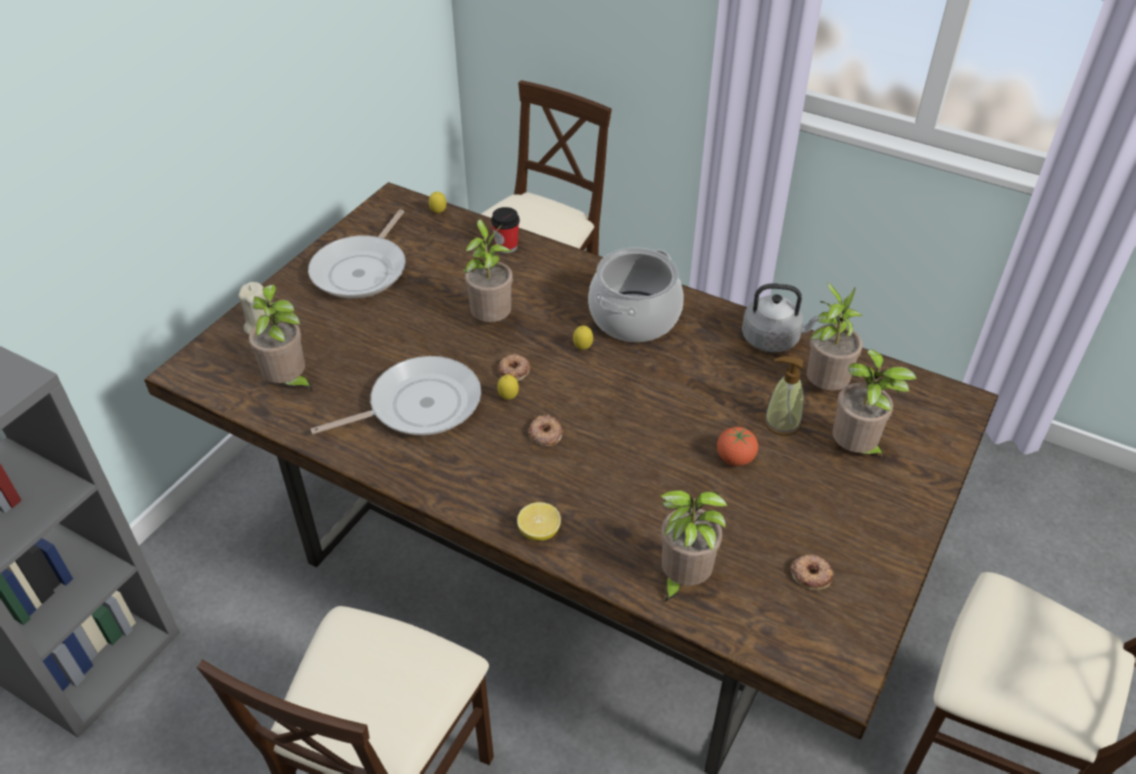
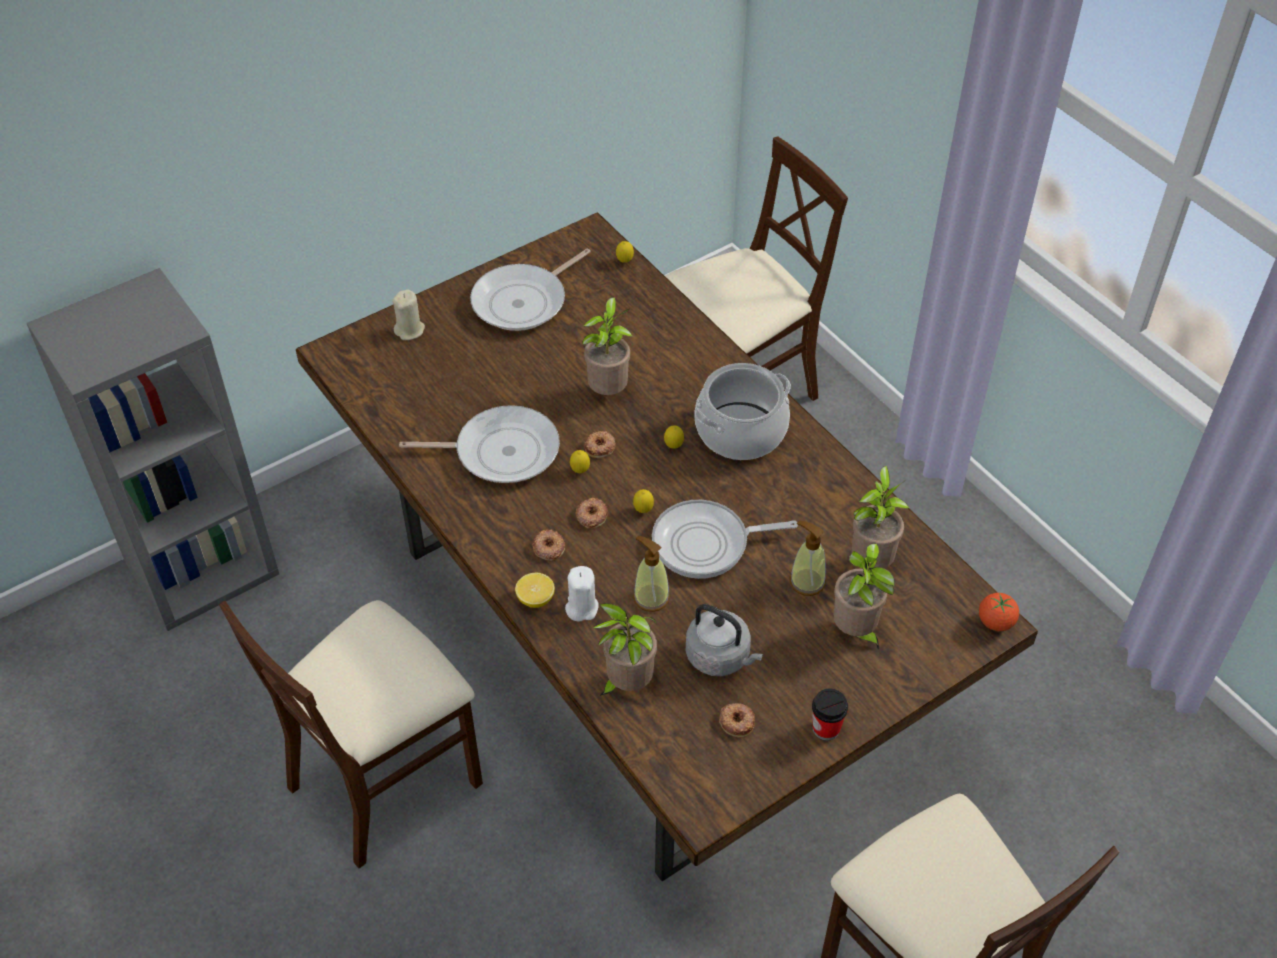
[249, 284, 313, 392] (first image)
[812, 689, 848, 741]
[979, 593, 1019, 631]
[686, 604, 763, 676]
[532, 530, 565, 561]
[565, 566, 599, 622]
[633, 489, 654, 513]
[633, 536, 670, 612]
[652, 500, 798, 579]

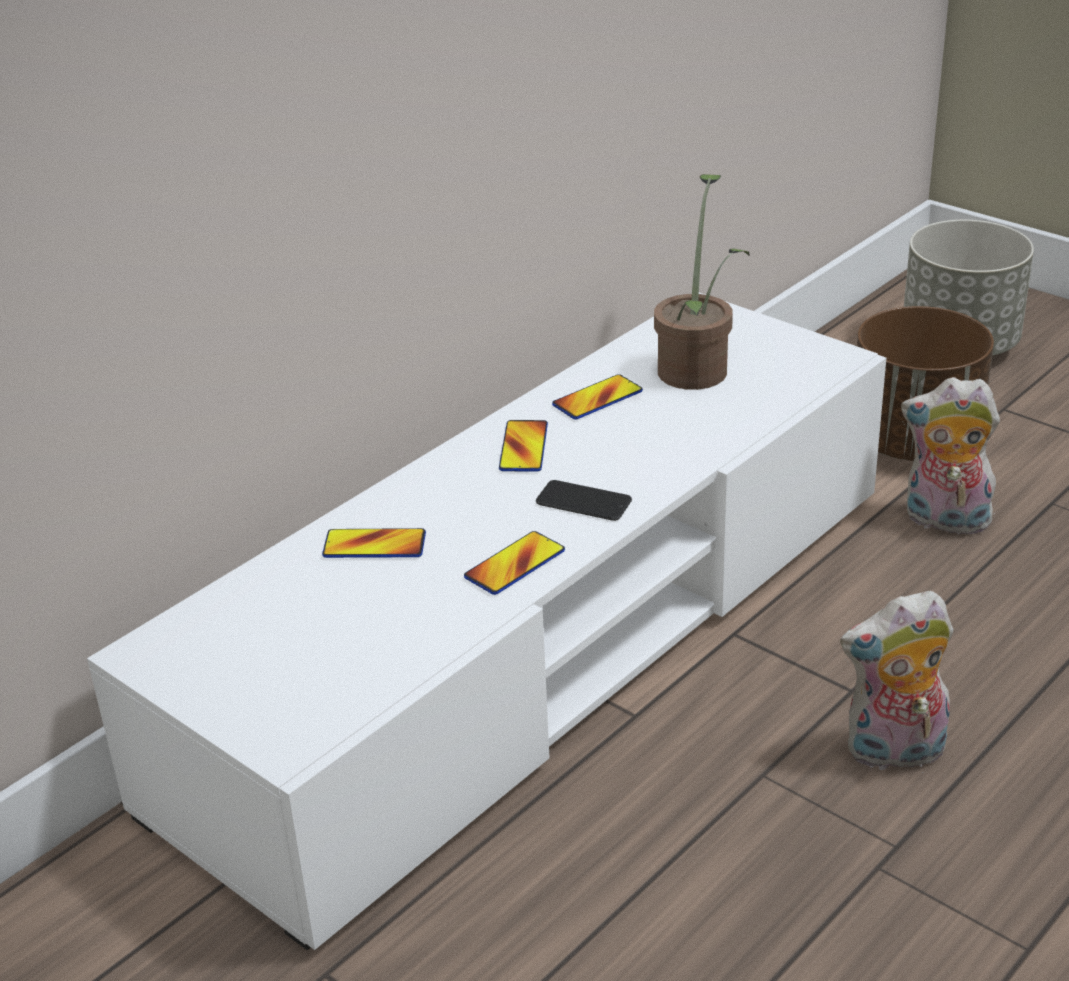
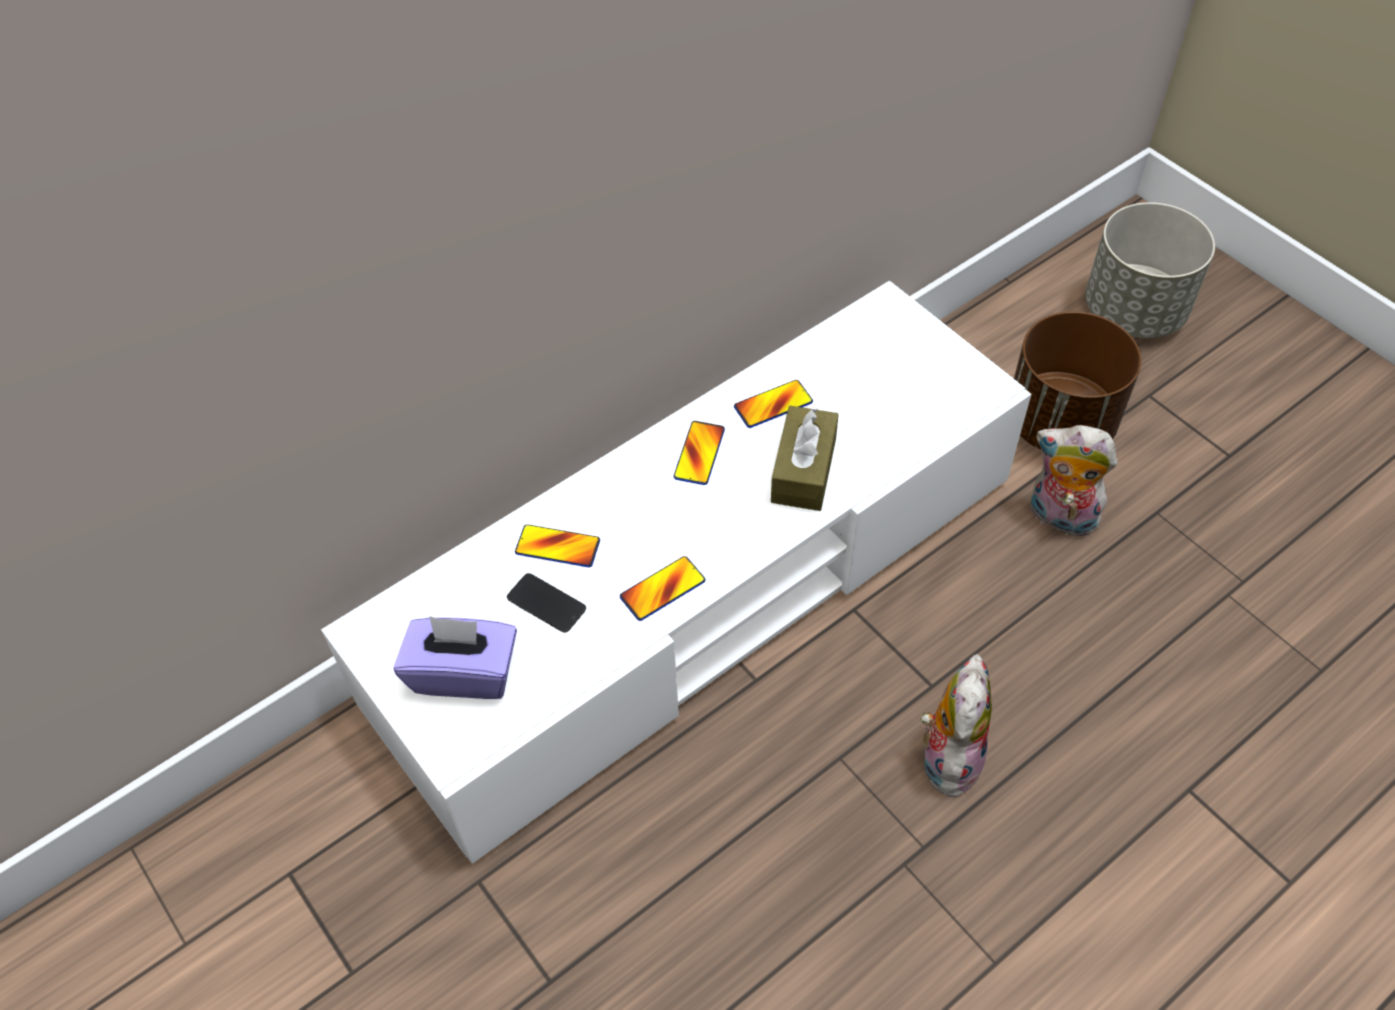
[507, 573, 586, 633]
[654, 174, 749, 390] (first image)
[920, 654, 992, 799]
[393, 616, 517, 699]
[771, 406, 839, 511]

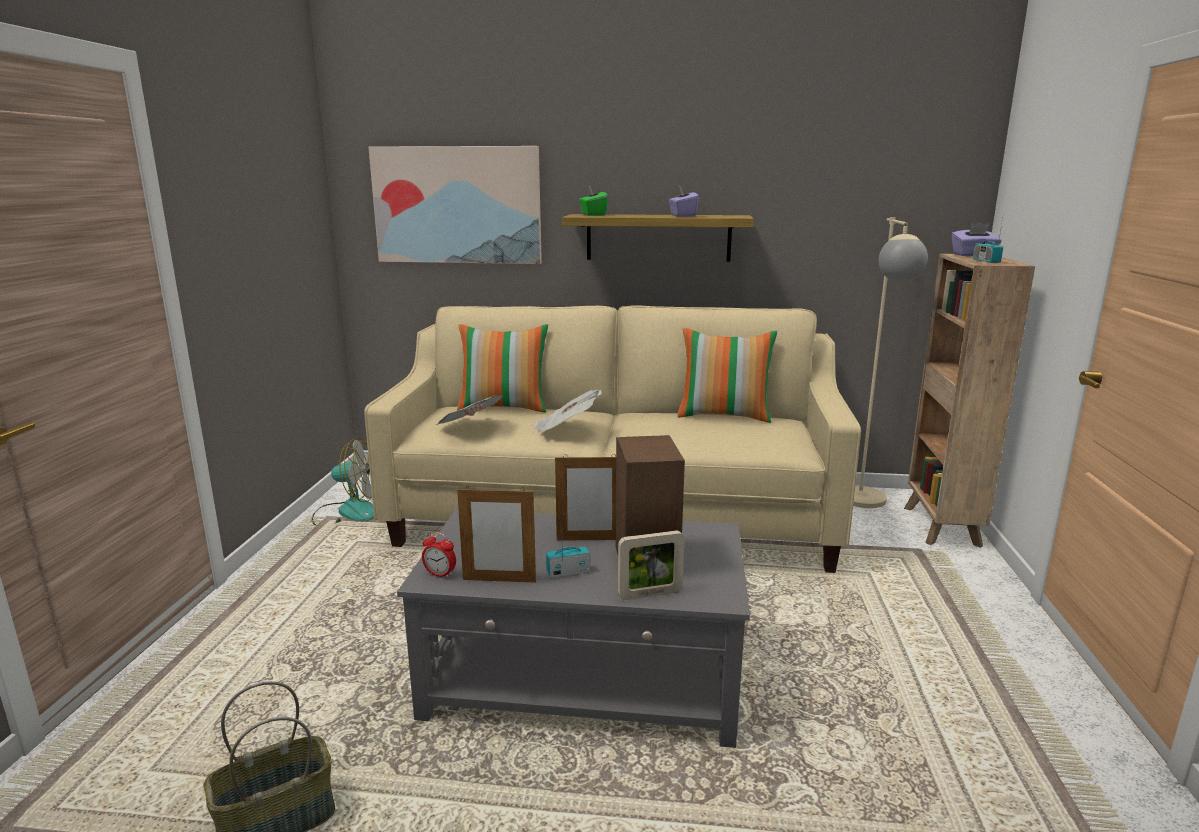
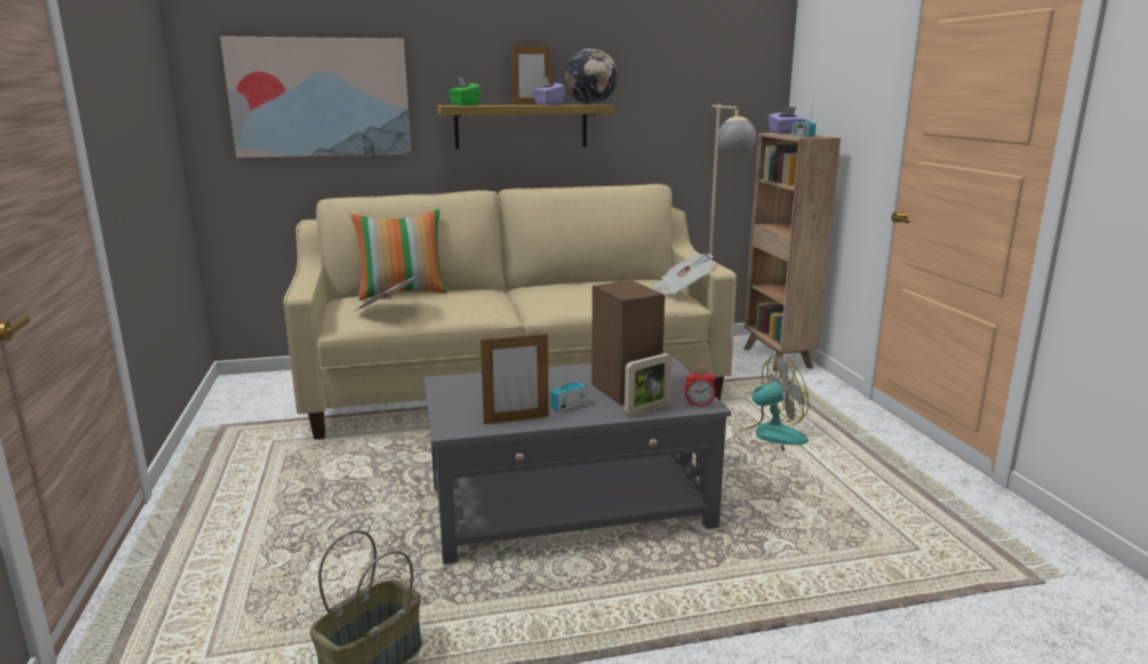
[733, 355, 809, 455]
[685, 367, 716, 406]
[651, 254, 714, 294]
[511, 46, 551, 105]
[677, 328, 777, 423] (first image)
[564, 48, 618, 105]

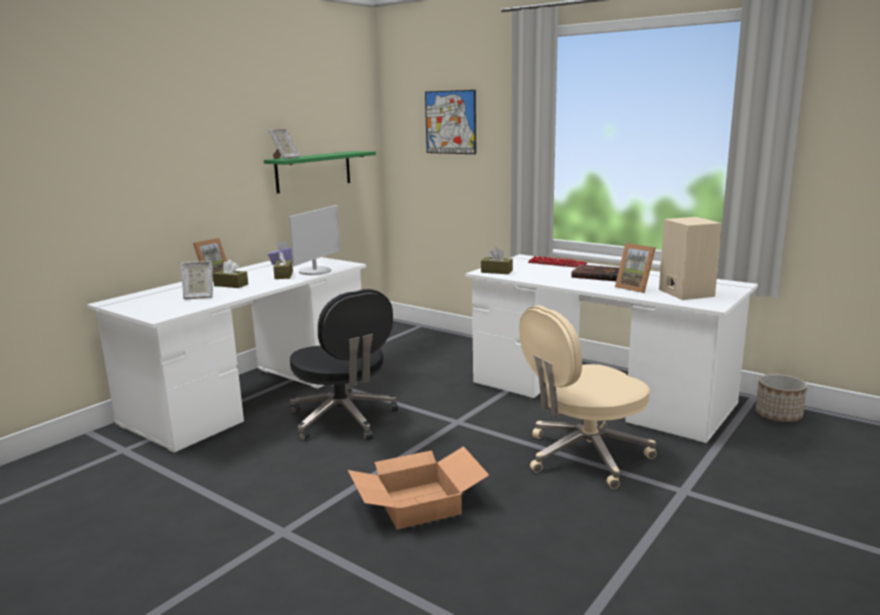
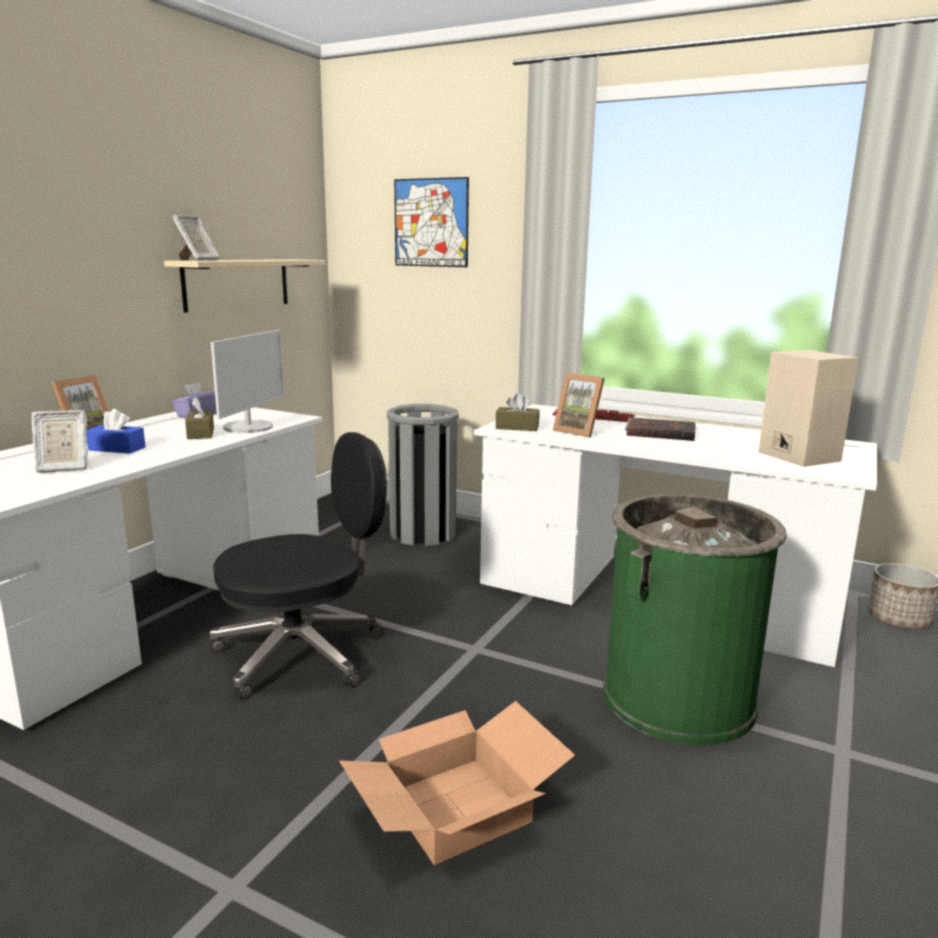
[87, 409, 145, 454]
[164, 259, 325, 313]
[209, 432, 387, 700]
[603, 494, 787, 746]
[553, 373, 605, 437]
[387, 404, 459, 546]

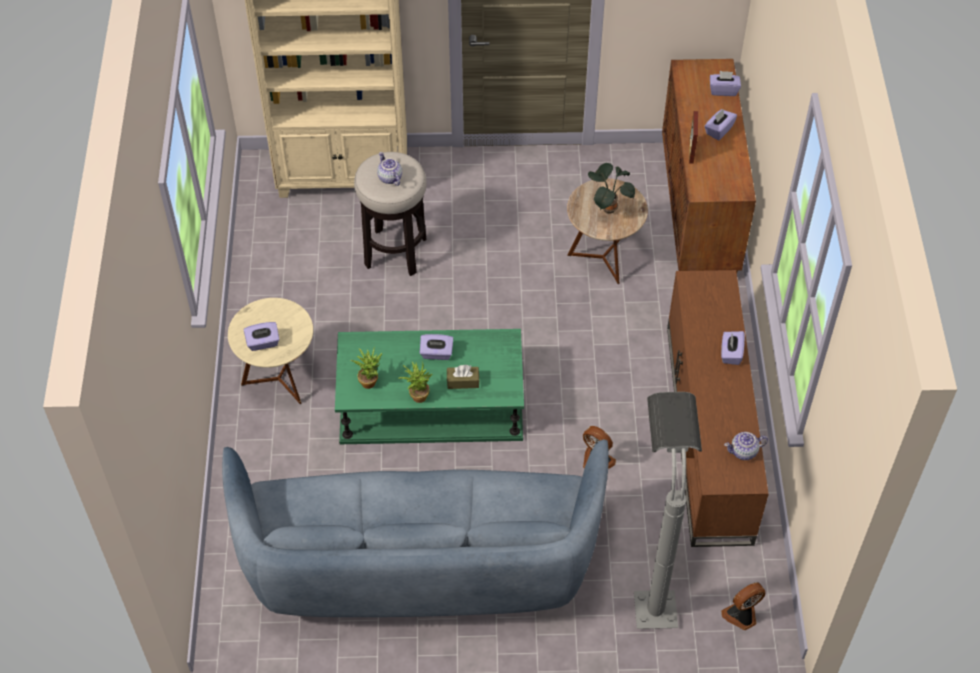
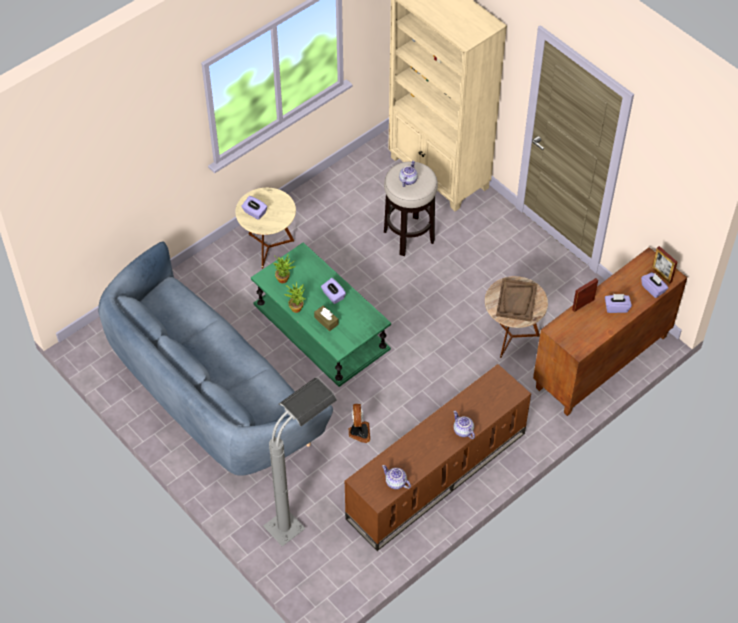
[496, 278, 538, 322]
[454, 411, 475, 439]
[721, 582, 765, 630] (first image)
[652, 246, 677, 283]

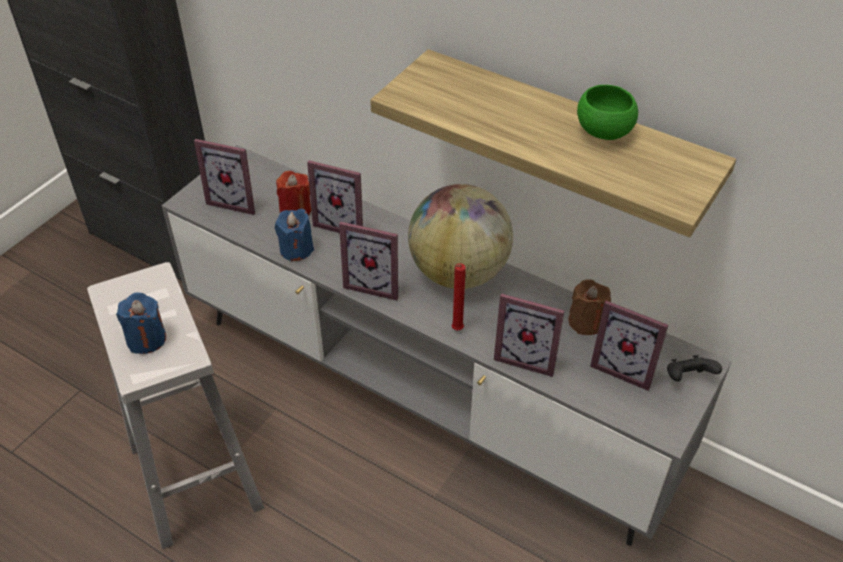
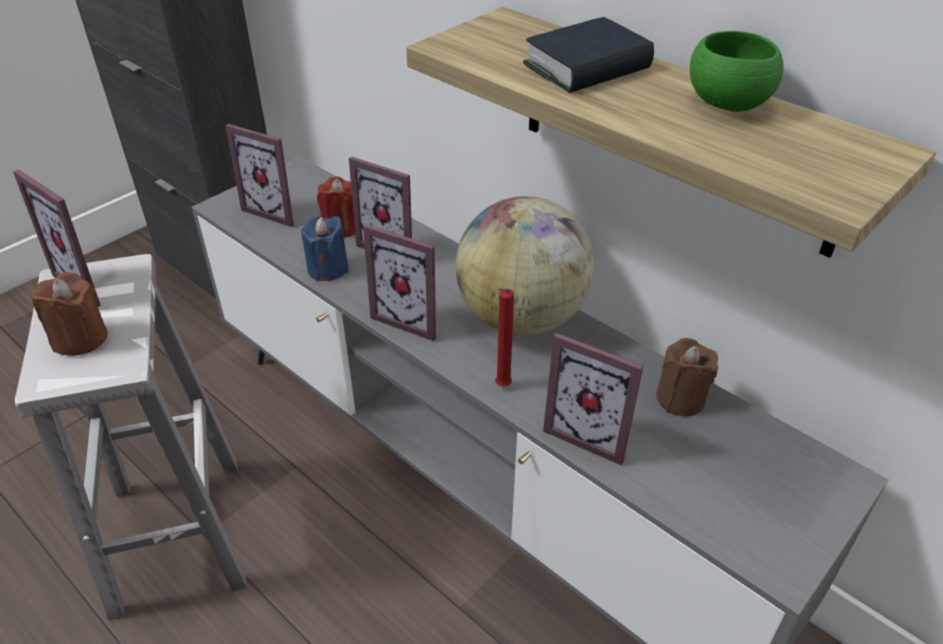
[31, 272, 108, 356]
[13, 169, 112, 307]
[667, 355, 722, 382] (first image)
[523, 17, 654, 93]

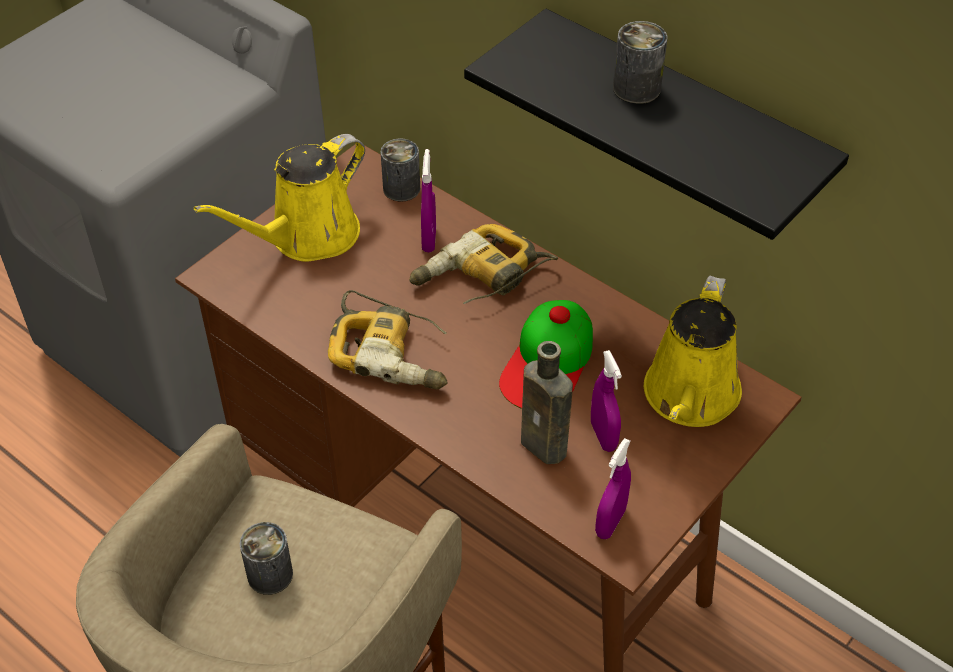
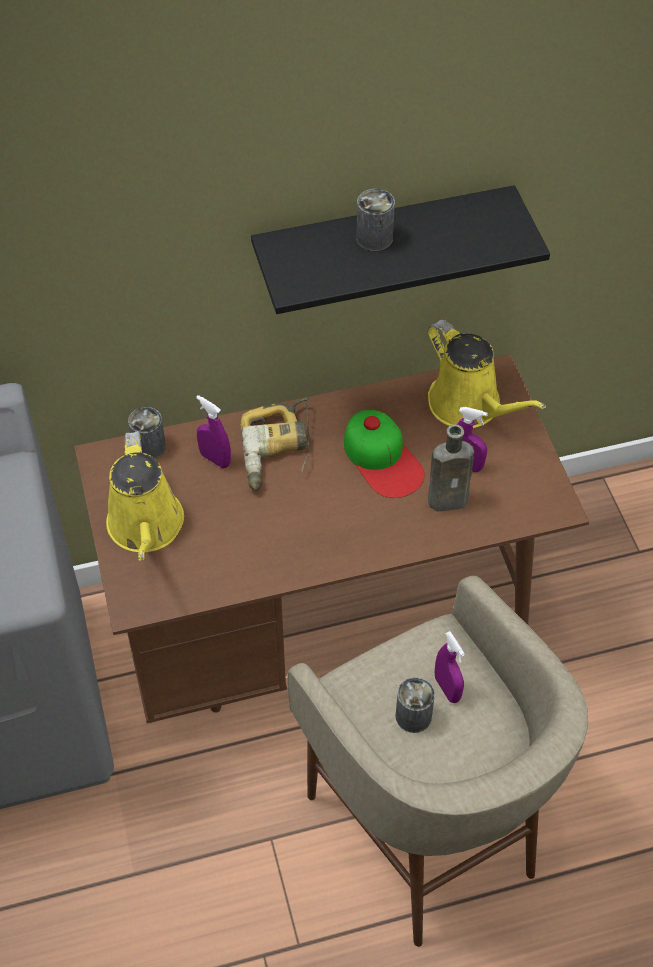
[328, 290, 447, 389] (first image)
[435, 631, 465, 703]

